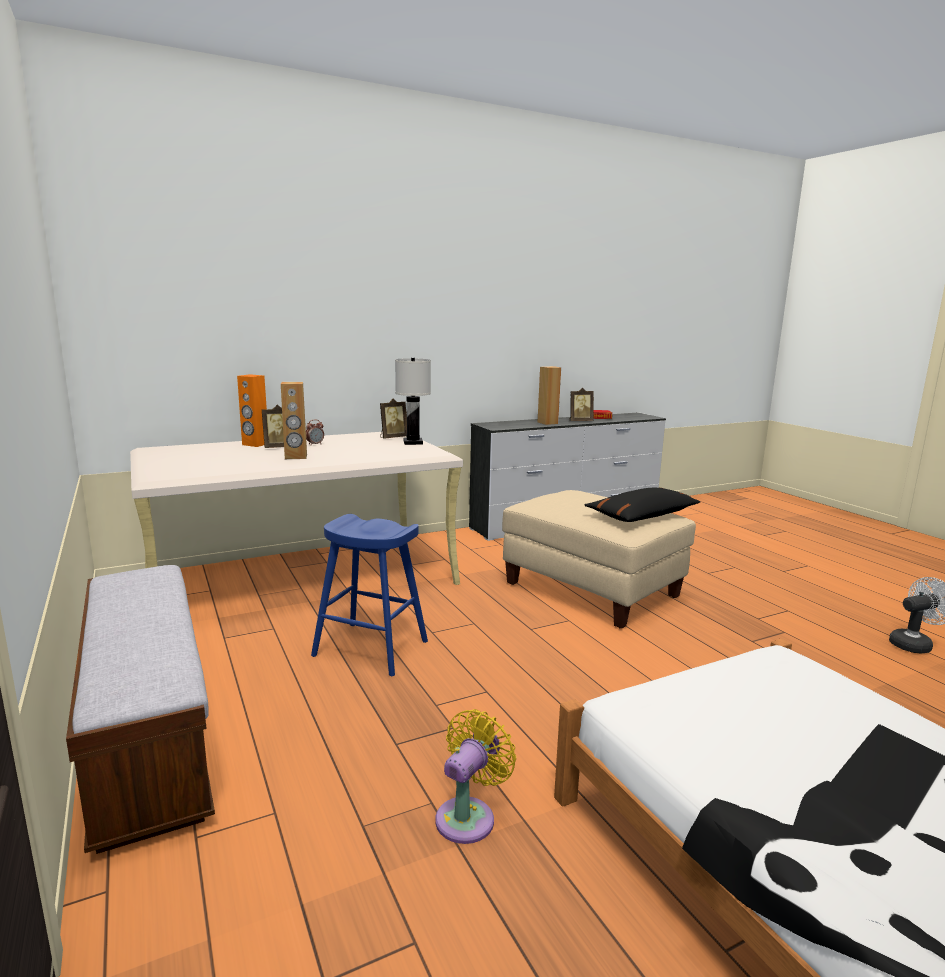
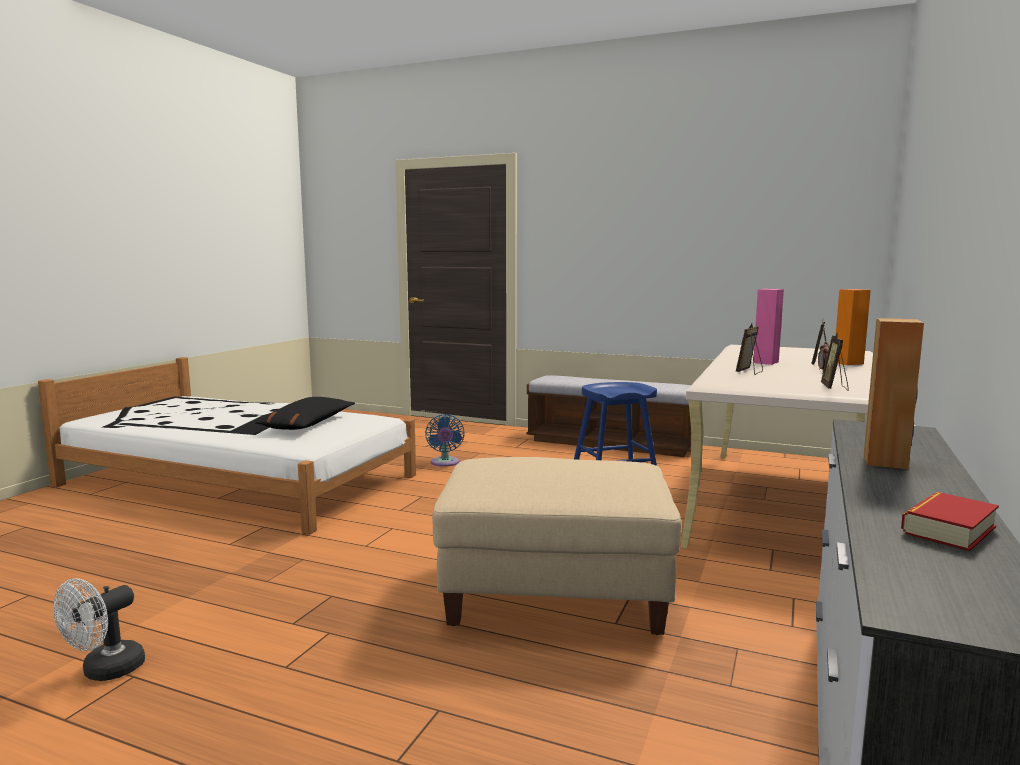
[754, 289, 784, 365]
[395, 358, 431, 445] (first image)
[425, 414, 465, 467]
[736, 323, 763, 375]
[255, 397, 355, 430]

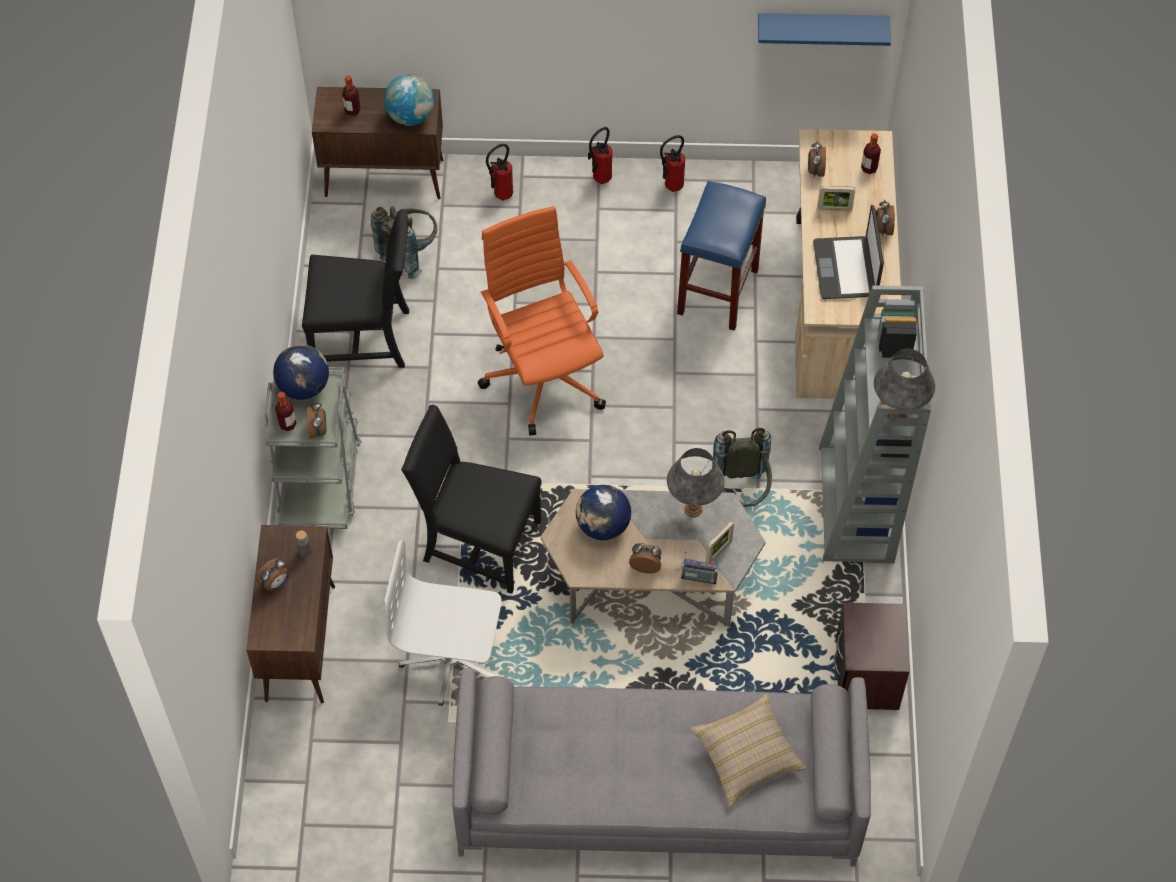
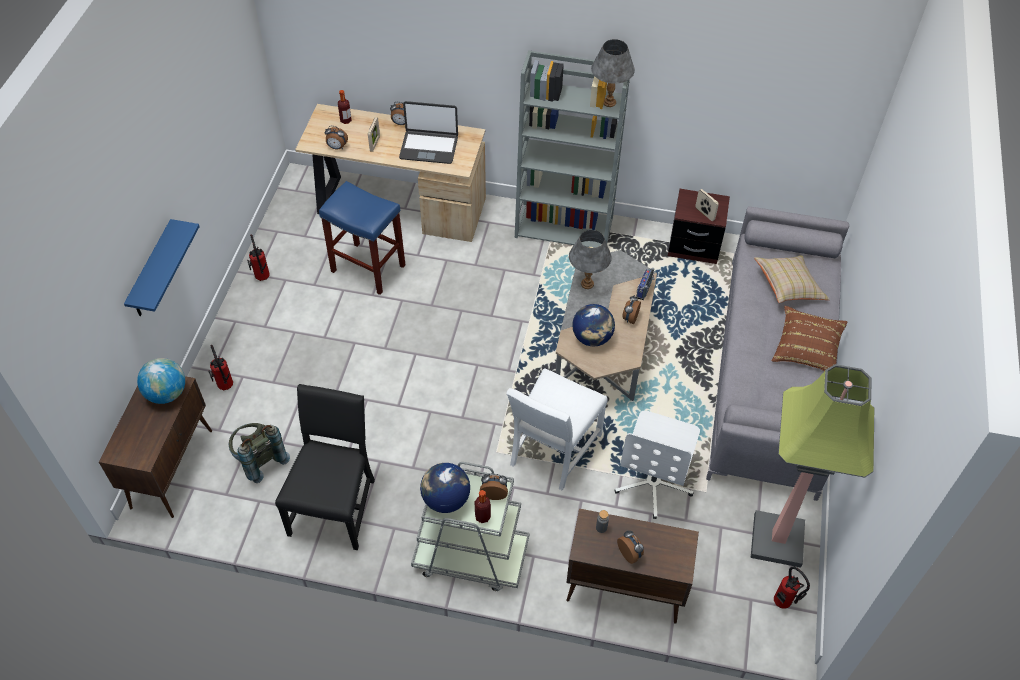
[342, 76, 361, 116] (first image)
[506, 368, 608, 491]
[478, 206, 606, 435] (first image)
[774, 566, 810, 609]
[695, 189, 719, 221]
[709, 428, 772, 507] (first image)
[124, 219, 200, 316]
[751, 364, 874, 568]
[772, 306, 848, 371]

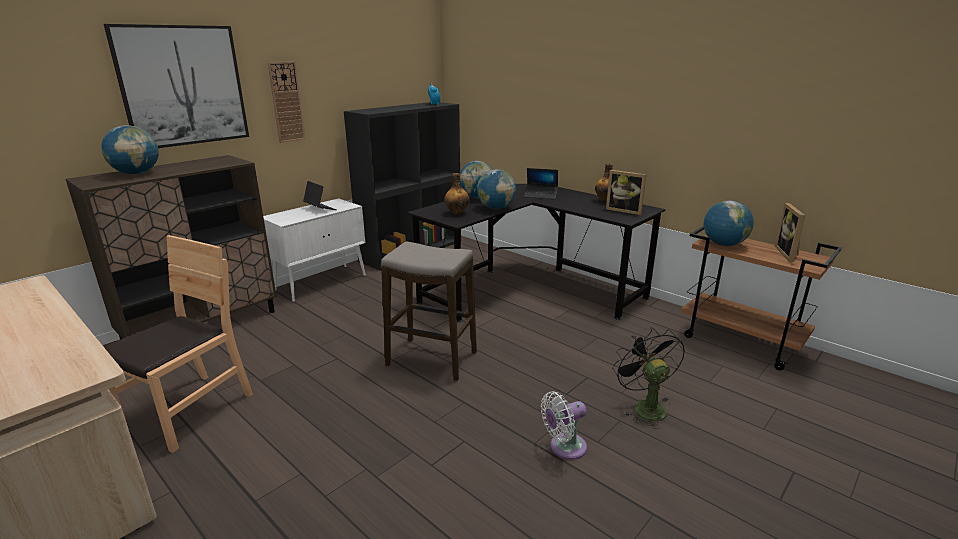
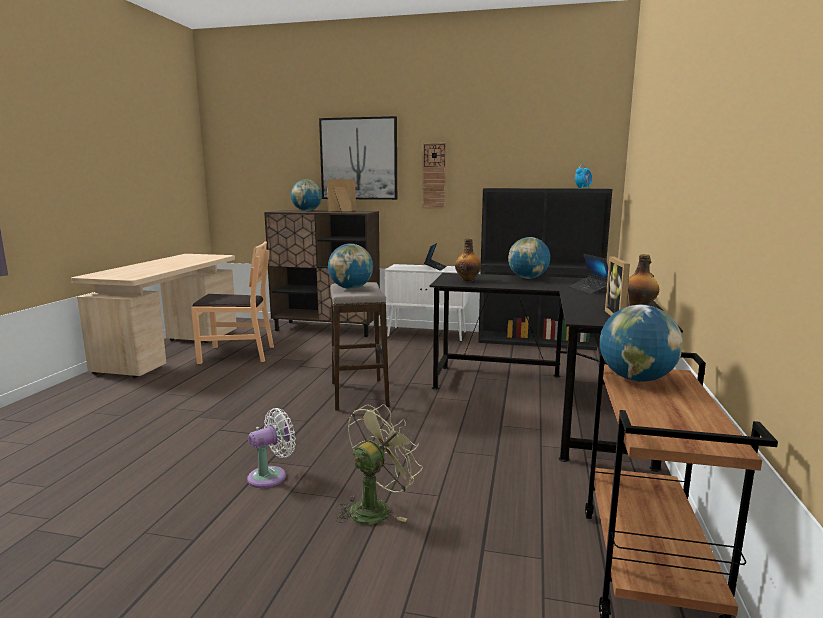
[328, 244, 373, 289]
[247, 408, 296, 488]
[336, 404, 423, 525]
[327, 179, 356, 212]

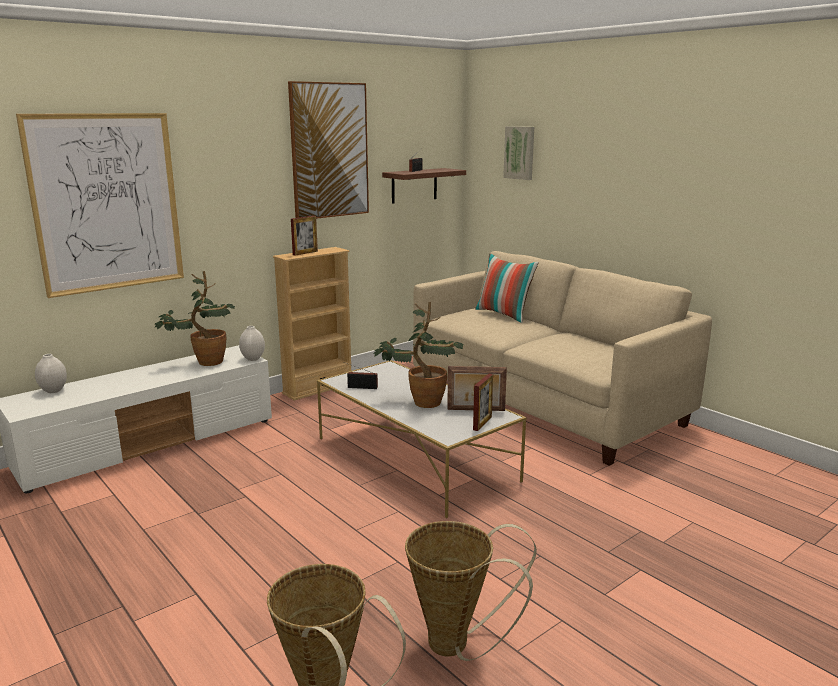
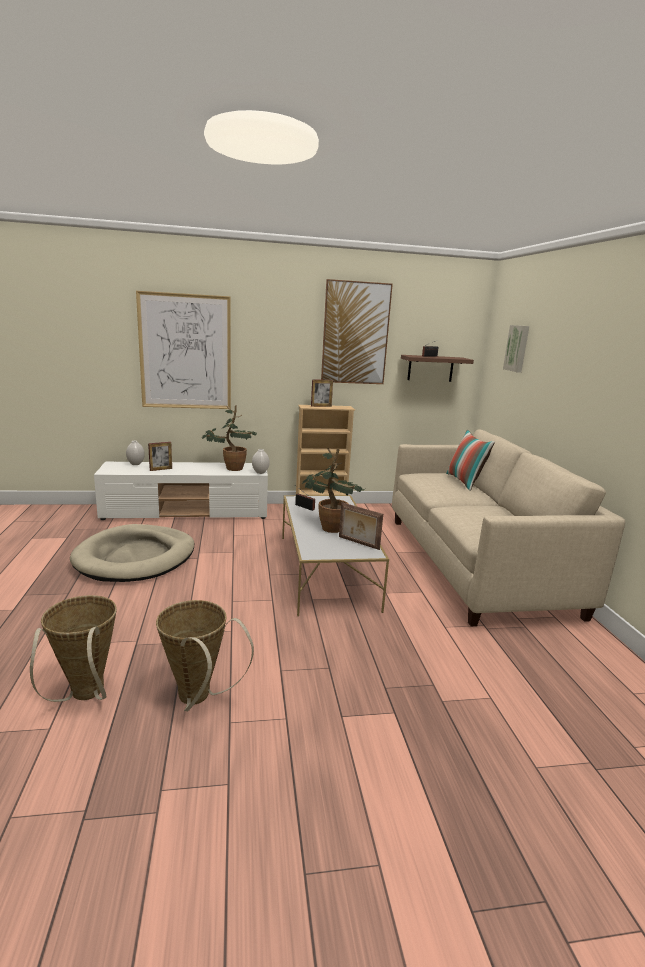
[148, 442, 172, 471]
[70, 524, 194, 582]

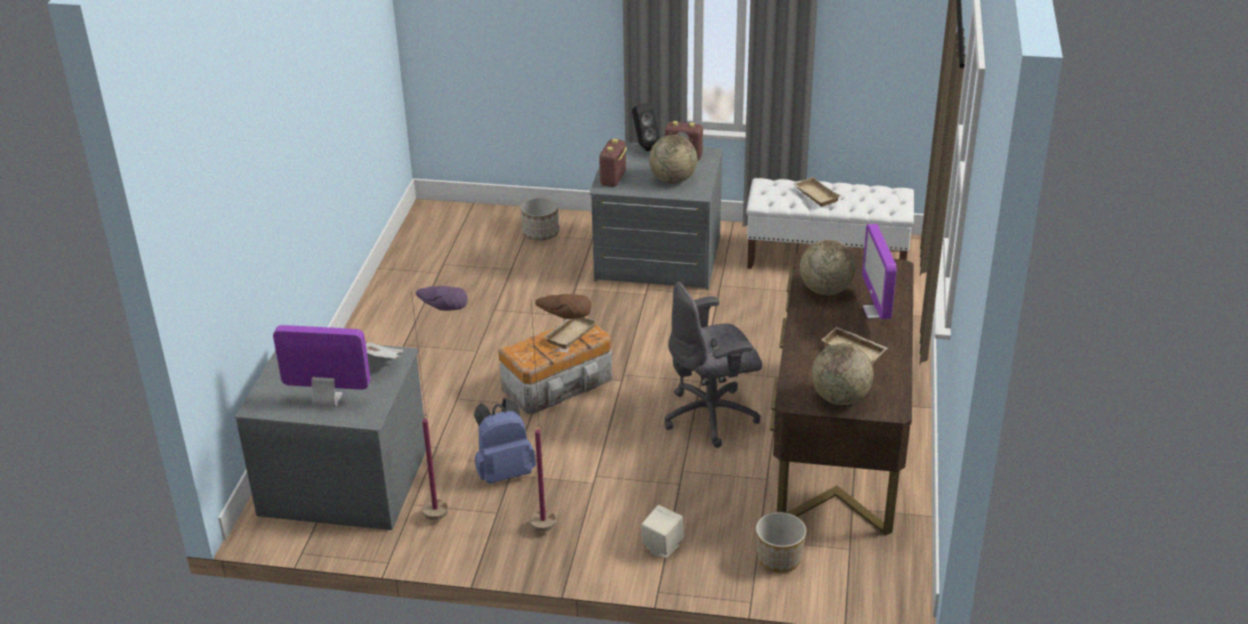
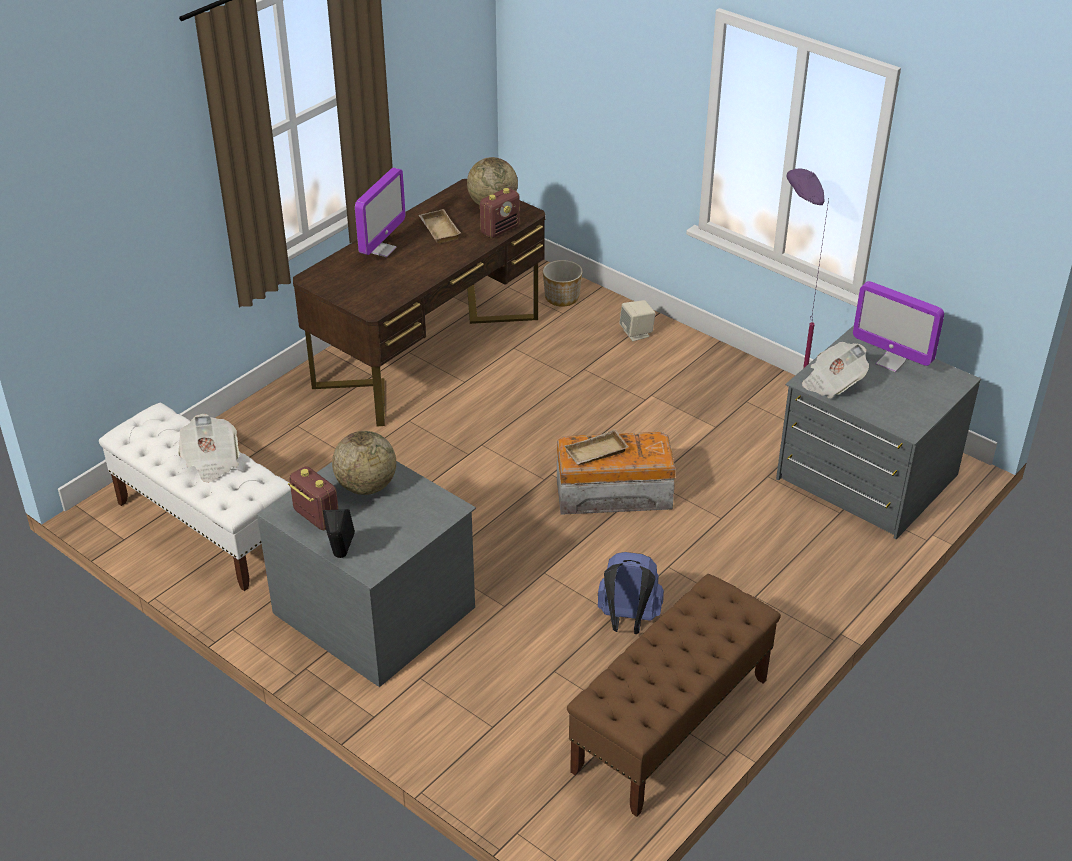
[598, 552, 664, 634]
[521, 197, 559, 241] (first image)
[530, 294, 591, 532] (first image)
[480, 188, 520, 238]
[665, 282, 762, 448] (first image)
[178, 414, 239, 483]
[800, 240, 856, 295] (first image)
[567, 574, 781, 817]

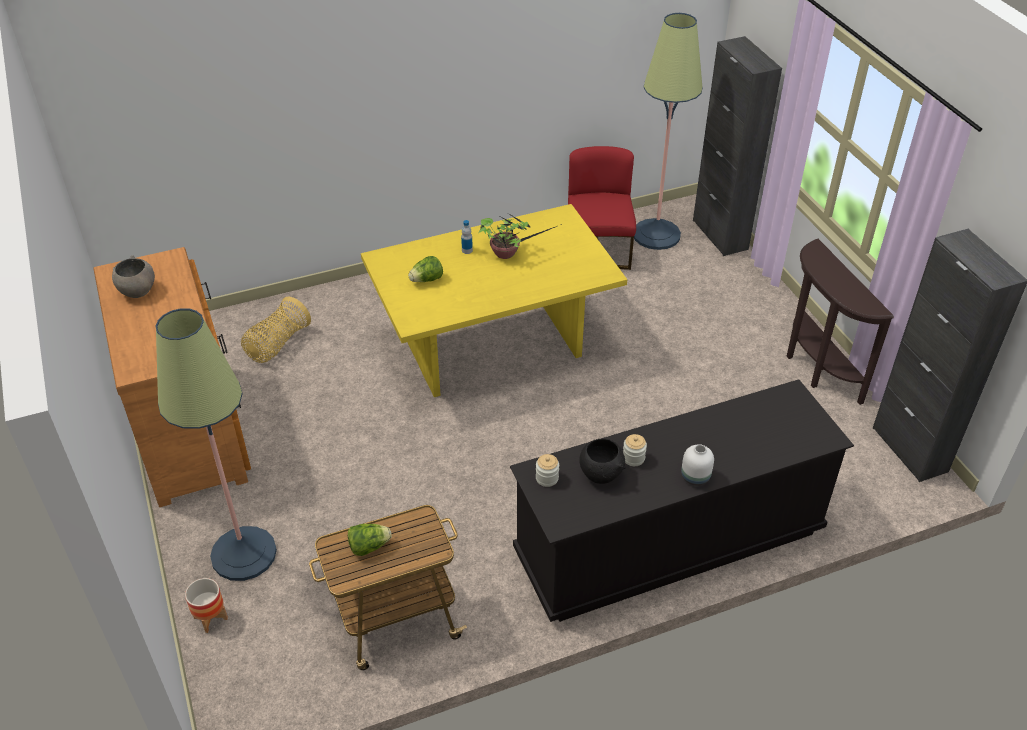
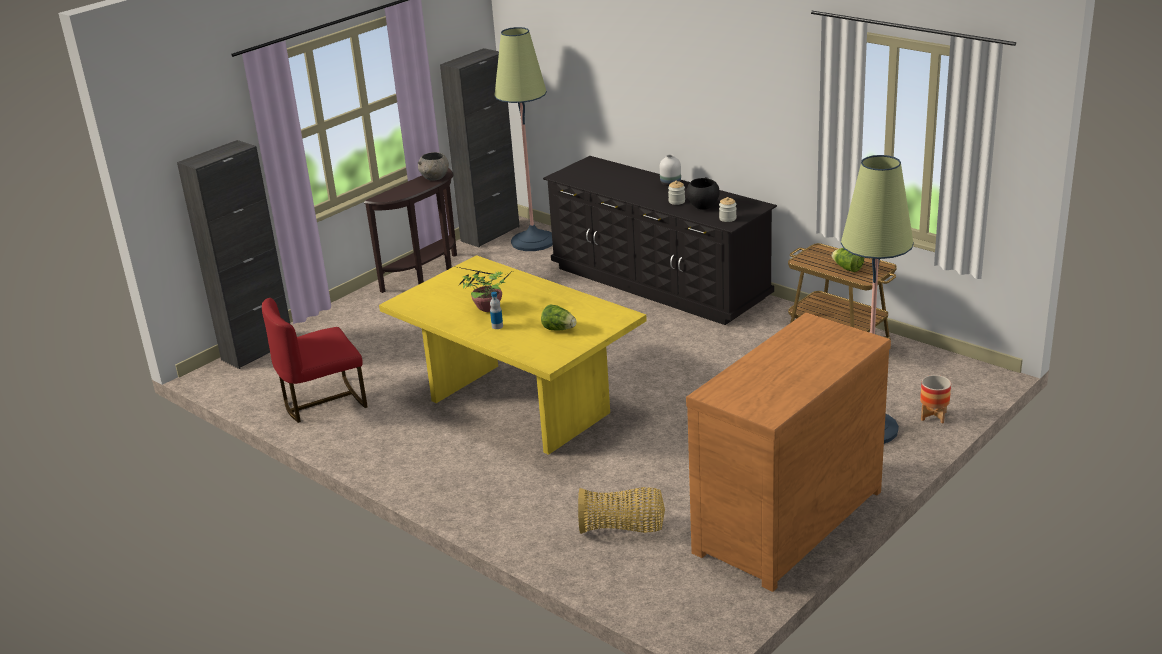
[418, 152, 449, 181]
[494, 27, 553, 251]

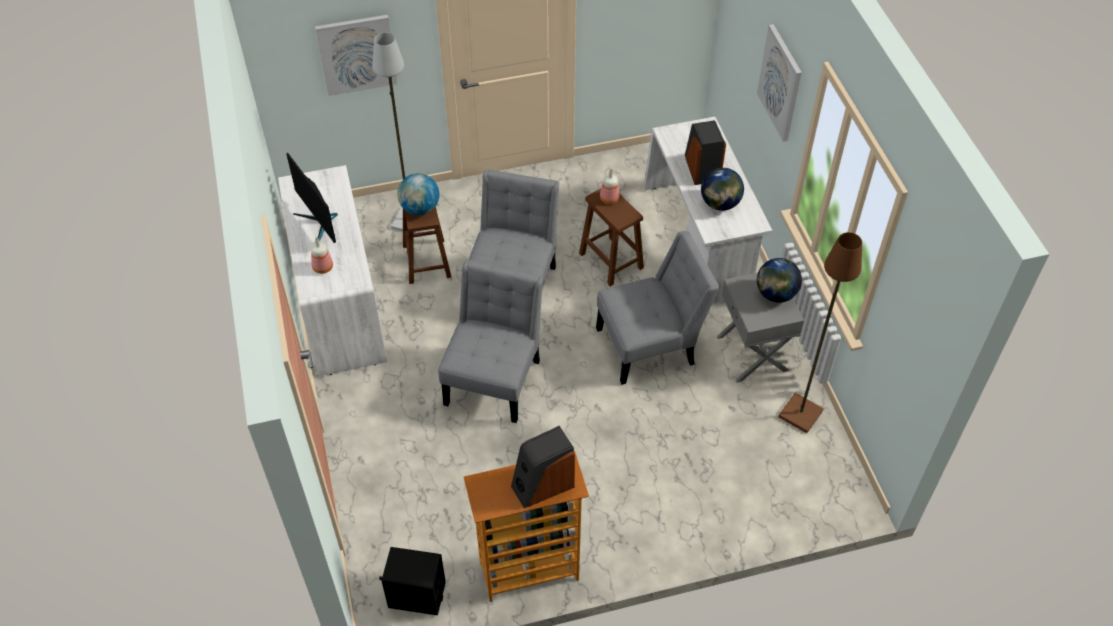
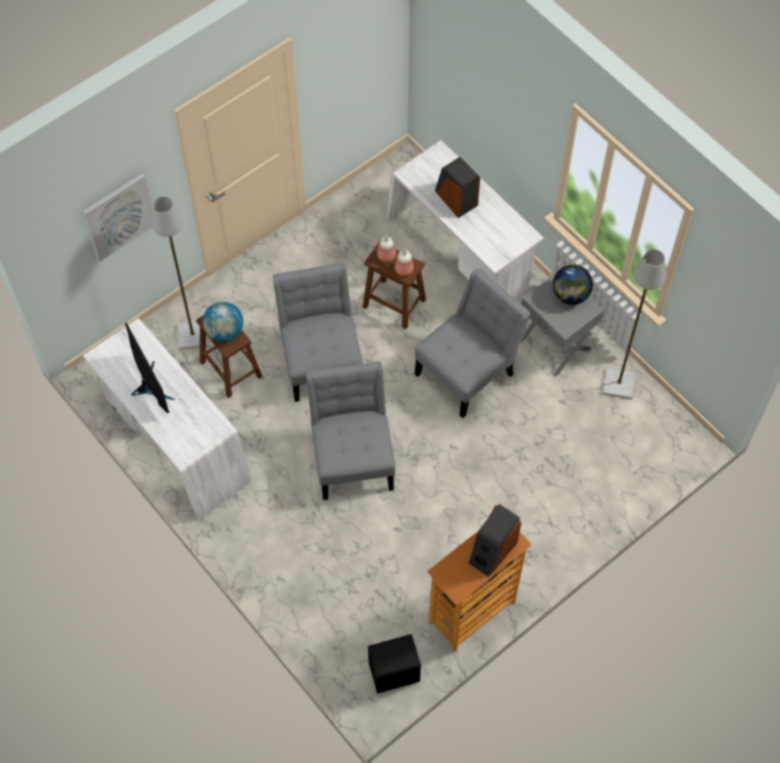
[125, 323, 174, 413]
[395, 248, 414, 277]
[701, 168, 744, 211] (first image)
[757, 24, 802, 142] (first image)
[603, 249, 665, 399]

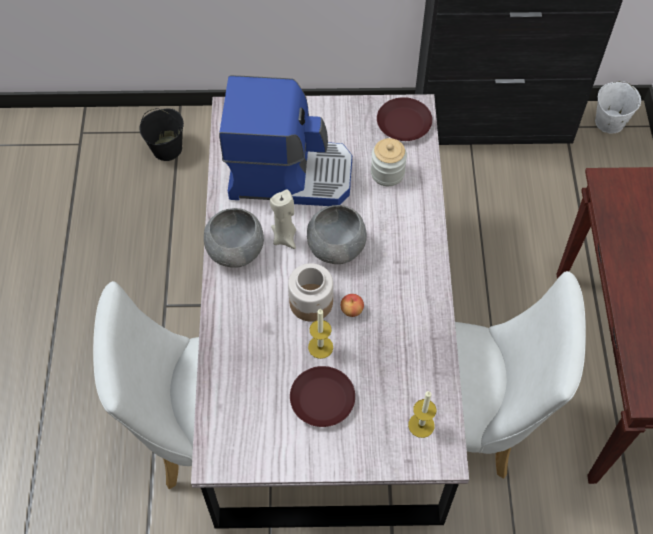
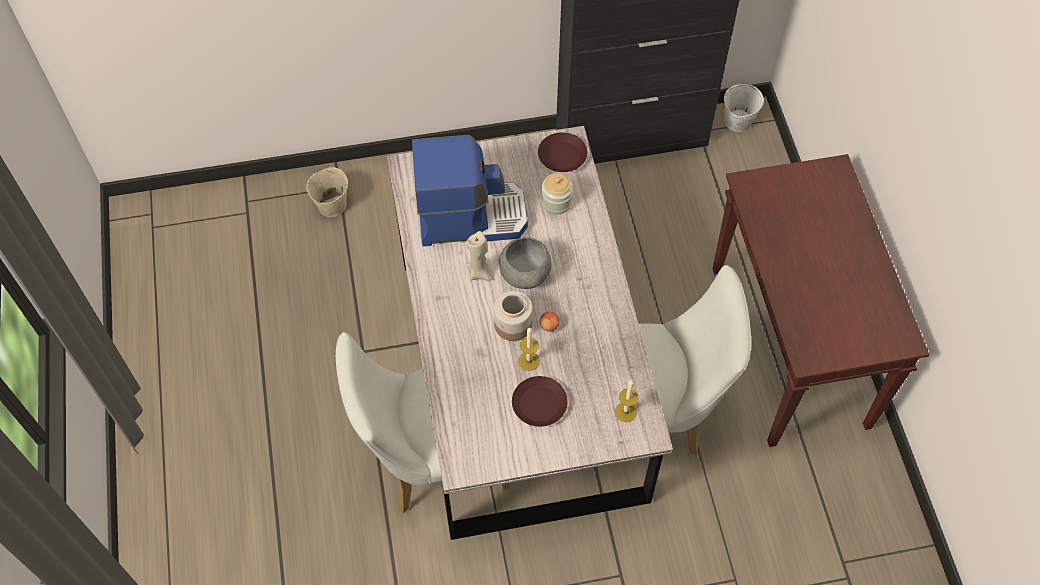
[307, 167, 348, 217]
[204, 208, 264, 268] (first image)

